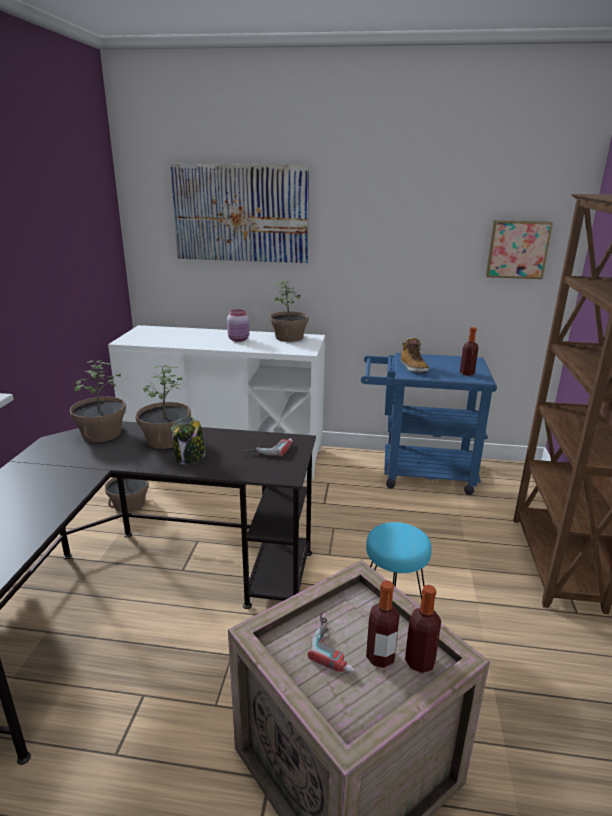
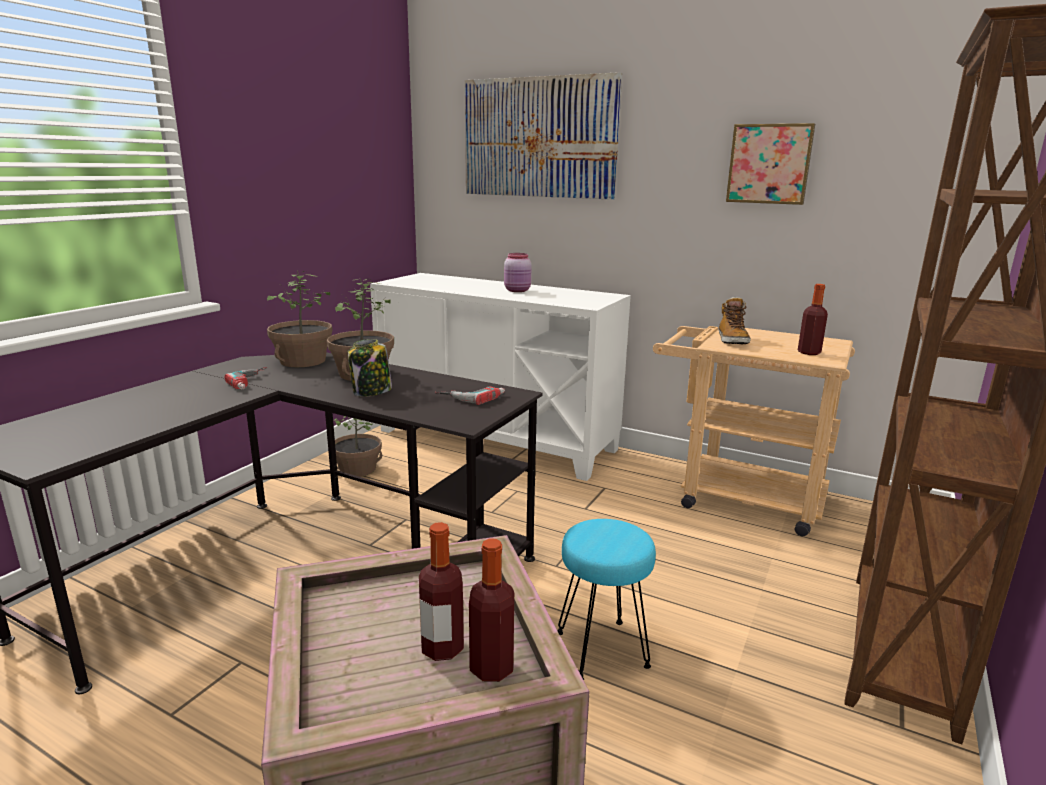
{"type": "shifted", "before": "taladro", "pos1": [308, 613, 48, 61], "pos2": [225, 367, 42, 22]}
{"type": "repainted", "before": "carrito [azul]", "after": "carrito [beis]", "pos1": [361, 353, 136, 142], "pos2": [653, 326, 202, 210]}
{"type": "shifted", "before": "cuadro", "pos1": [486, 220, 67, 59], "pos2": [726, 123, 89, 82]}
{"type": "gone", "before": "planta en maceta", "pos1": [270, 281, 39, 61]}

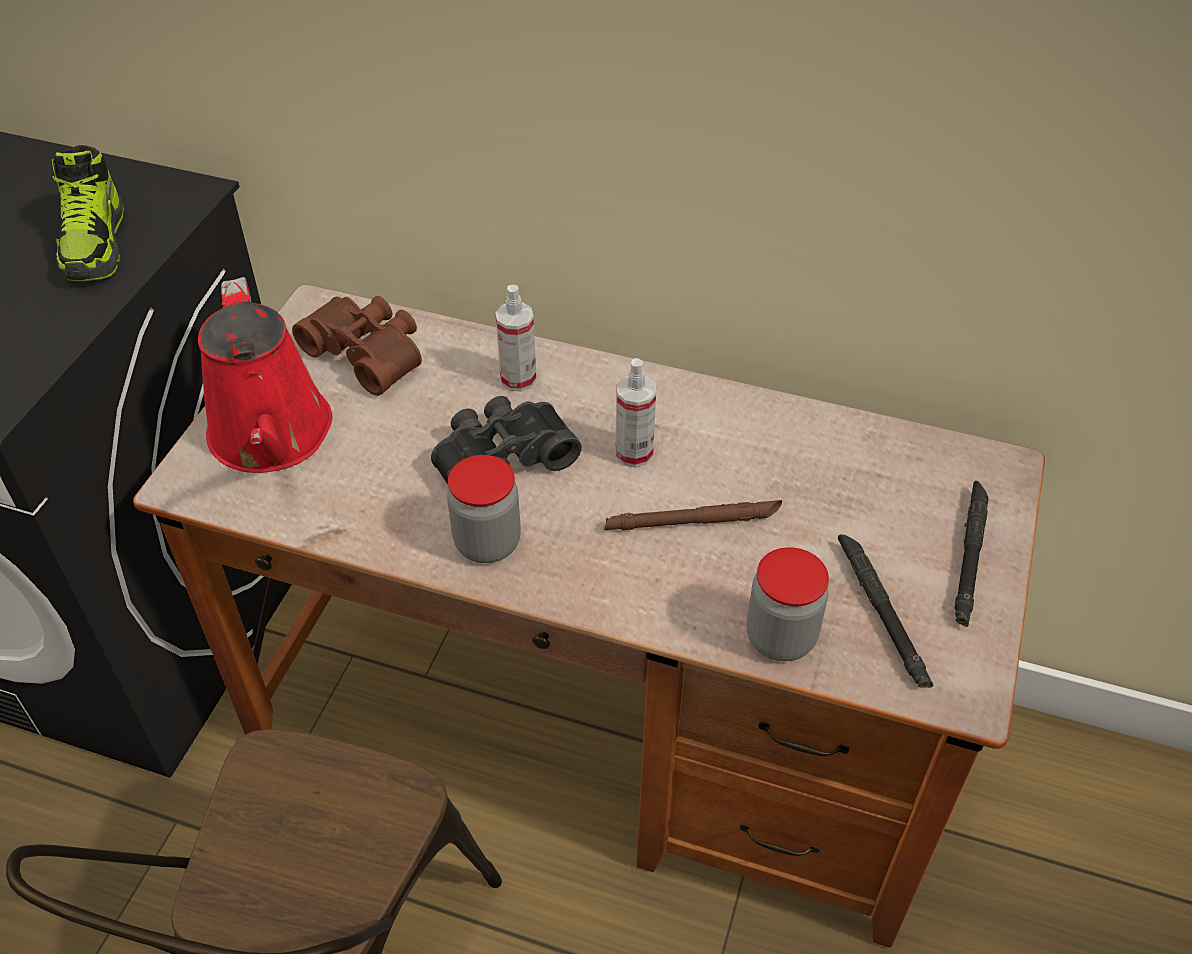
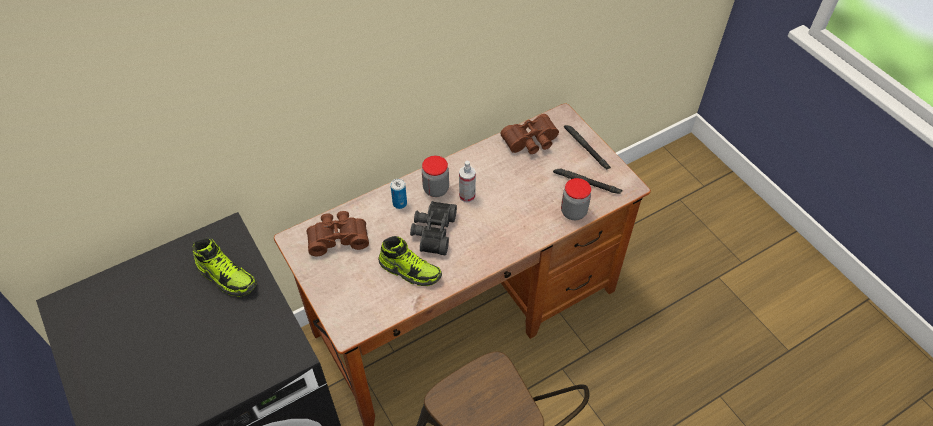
{"type": "new", "after": "zapato", "pos2": [378, 236, 64, 50]}
{"type": "swapped", "before": "pulverizador", "after": "lata", "pos1": [495, 285, 42, 107], "pos2": [390, 179, 17, 30]}
{"type": "shifted", "before": "tarro", "pos1": [447, 455, 74, 108], "pos2": [422, 156, 27, 41]}
{"type": "new", "after": "prismáticos [marrón]", "pos2": [501, 114, 58, 40]}
{"type": "gone", "before": "regadera [rojo]", "pos1": [198, 277, 134, 196]}
{"type": "gone", "before": "linterna [marrón]", "pos1": [604, 500, 178, 30]}

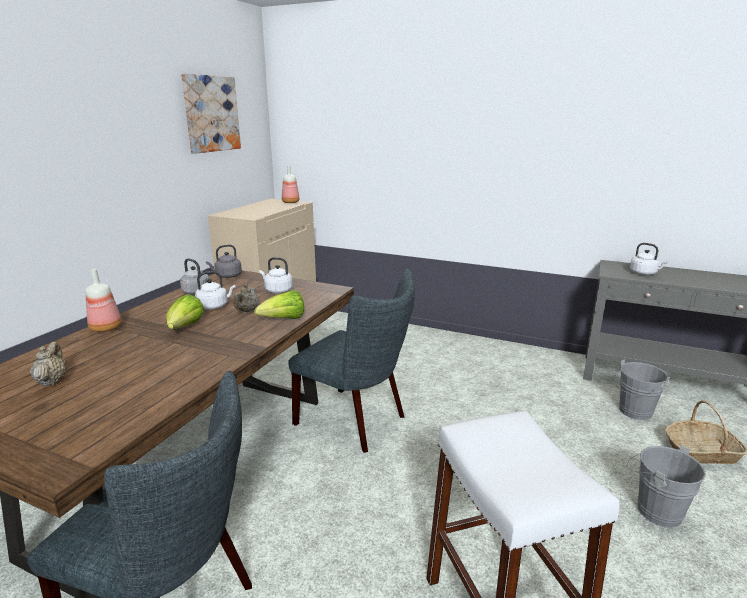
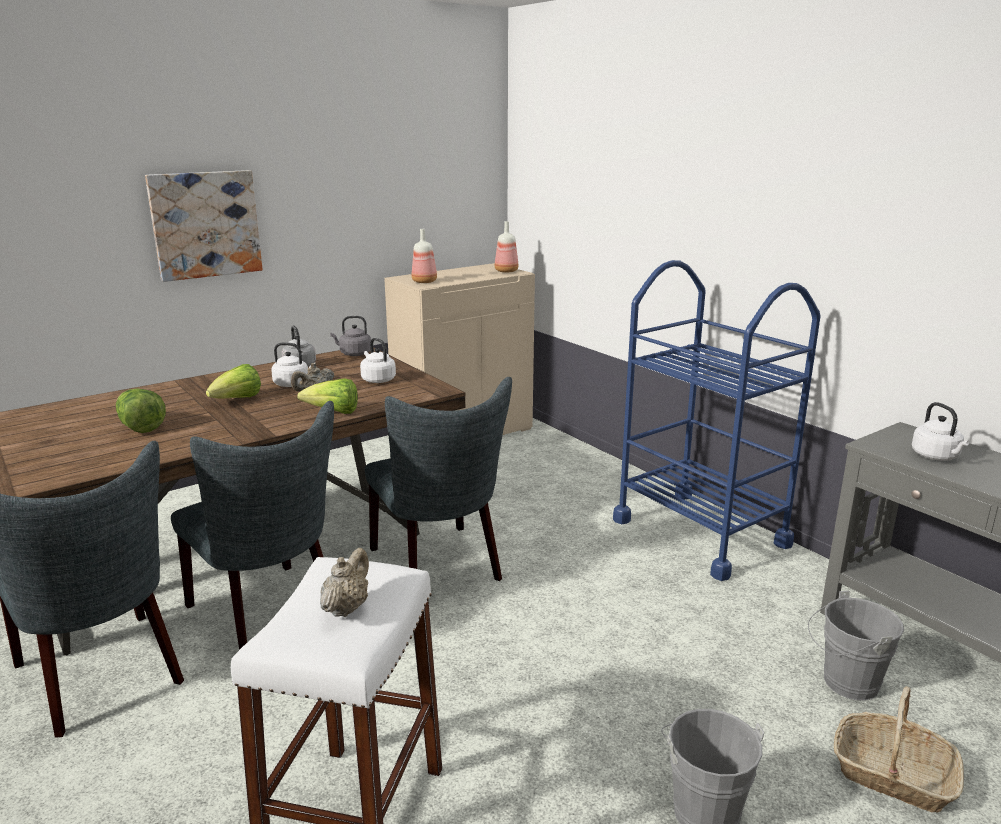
{"type": "new", "after": "lechuga", "pos2": [116, 389, 50, 44]}
{"type": "shifted", "before": "cuadro", "pos1": [181, 73, 60, 81], "pos2": [145, 170, 118, 112]}
{"type": "new", "after": "silla [gris]", "pos2": [171, 401, 163, 249]}
{"type": "shifted", "before": "tetera [beis]", "pos1": [30, 342, 37, 44], "pos2": [320, 548, 49, 69]}
{"type": "shifted", "before": "botella", "pos1": [85, 269, 37, 63], "pos2": [412, 229, 25, 54]}
{"type": "new", "after": "carrito [azul]", "pos2": [613, 260, 208, 321]}

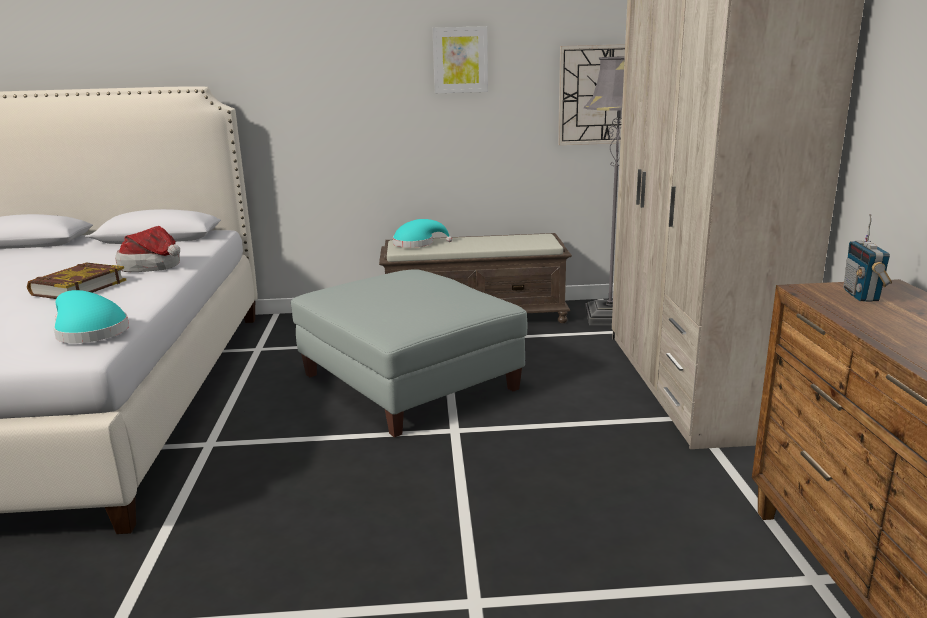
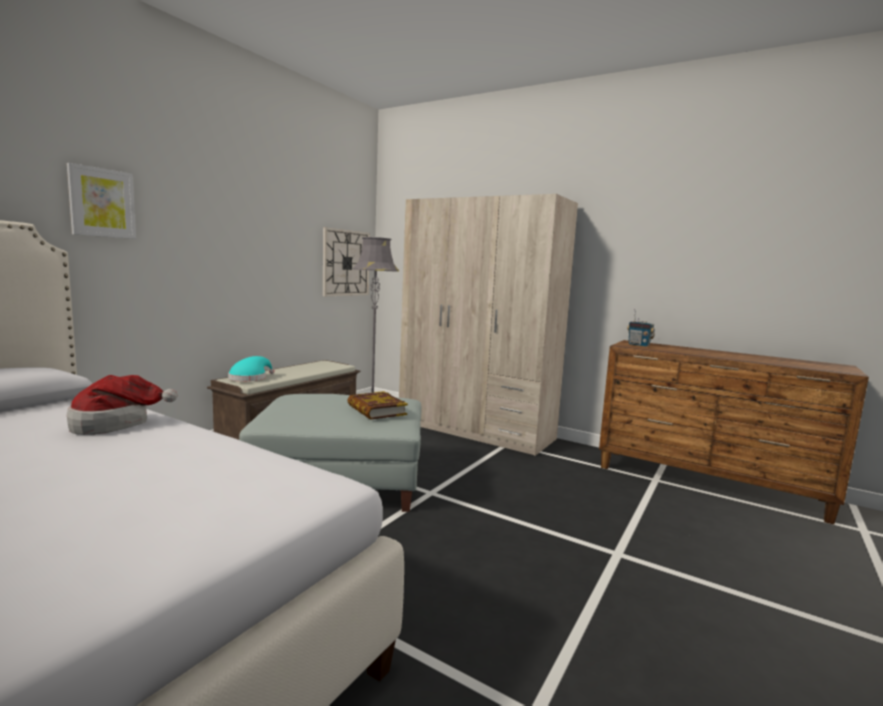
{"type": "shifted", "before": "cuadro", "pos1": [432, 26, 56, 67], "pos2": [67, 163, 69, 76]}
{"type": "shifted", "before": "libro", "pos1": [27, 262, 99, 37], "pos2": [347, 391, 61, 29]}
{"type": "gone", "before": "sombrero [turquesa]", "pos1": [53, 290, 76, 53]}

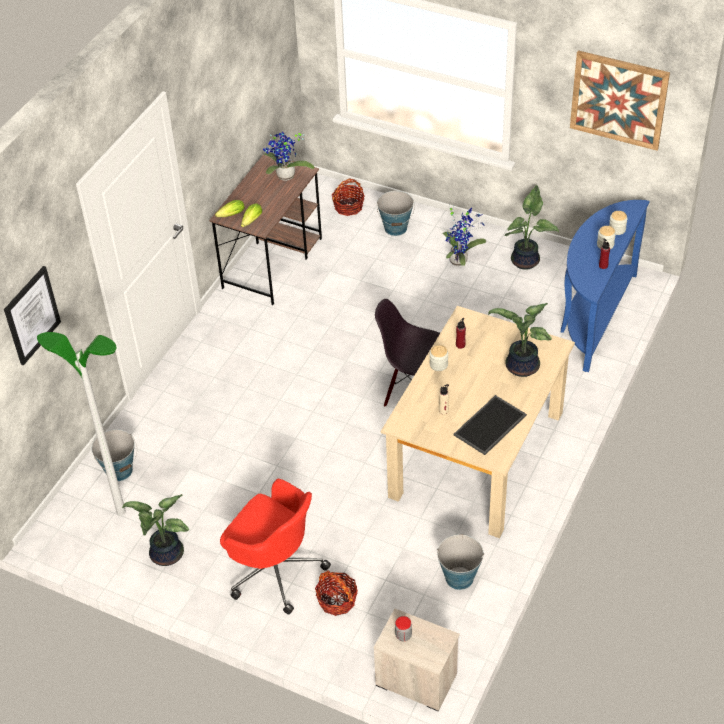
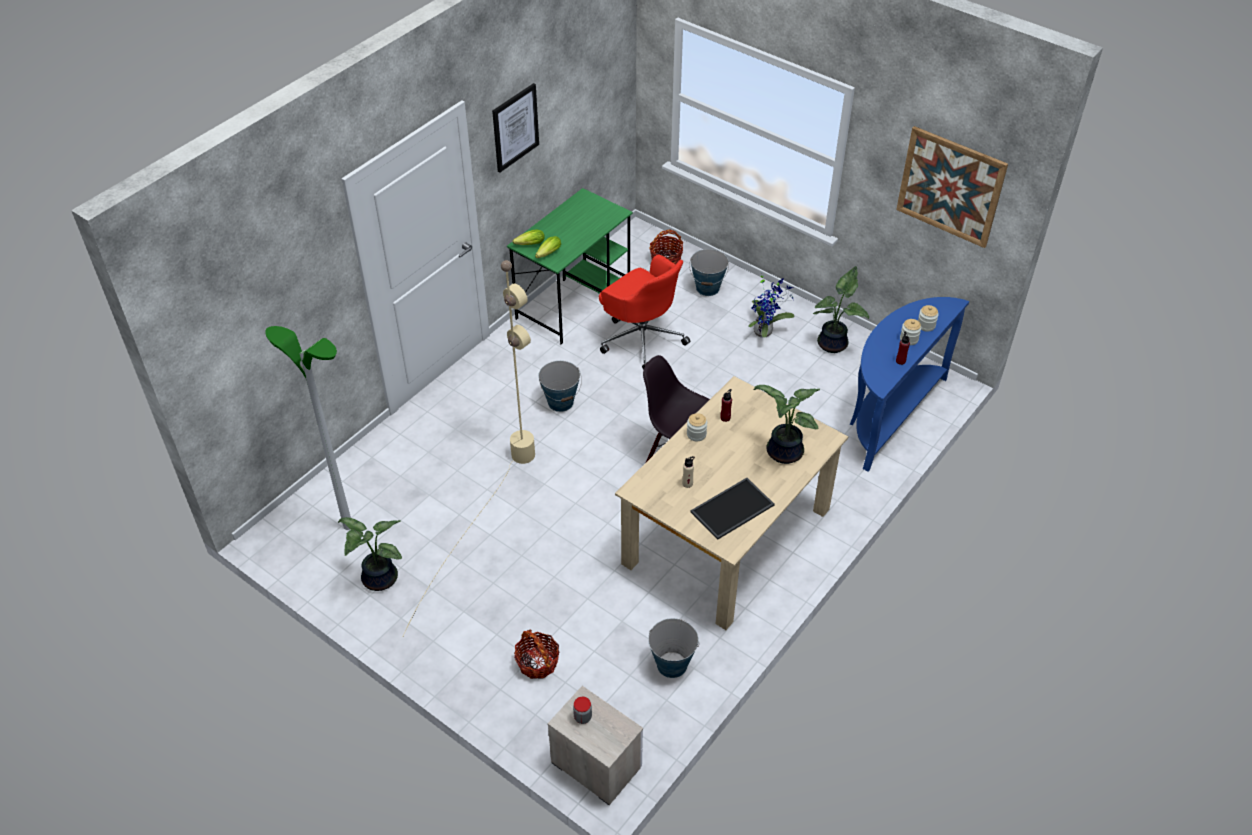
{"type": "new", "after": "lámpara de pie [beis]", "pos2": [403, 260, 132, 376]}
{"type": "shifted", "before": "cuadro", "pos1": [4, 266, 57, 100], "pos2": [492, 83, 47, 90]}
{"type": "repainted", "before": "escritorio [marrón]", "after": "escritorio [verde]", "pos1": [209, 153, 113, 152], "pos2": [507, 188, 126, 156]}
{"type": "shifted", "before": "cubo", "pos1": [92, 429, 45, 52], "pos2": [538, 361, 44, 51]}
{"type": "shifted", "before": "silla de oficina [rojo]", "pos1": [220, 479, 111, 135], "pos2": [599, 255, 91, 115]}
{"type": "gone", "before": "planta en maceta", "pos1": [263, 132, 51, 49]}

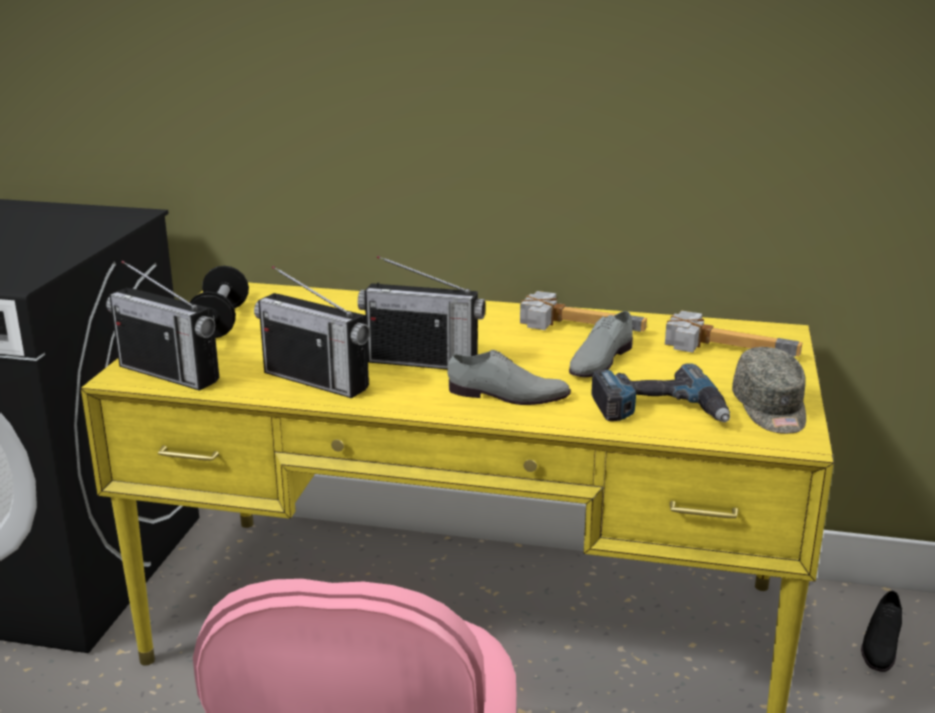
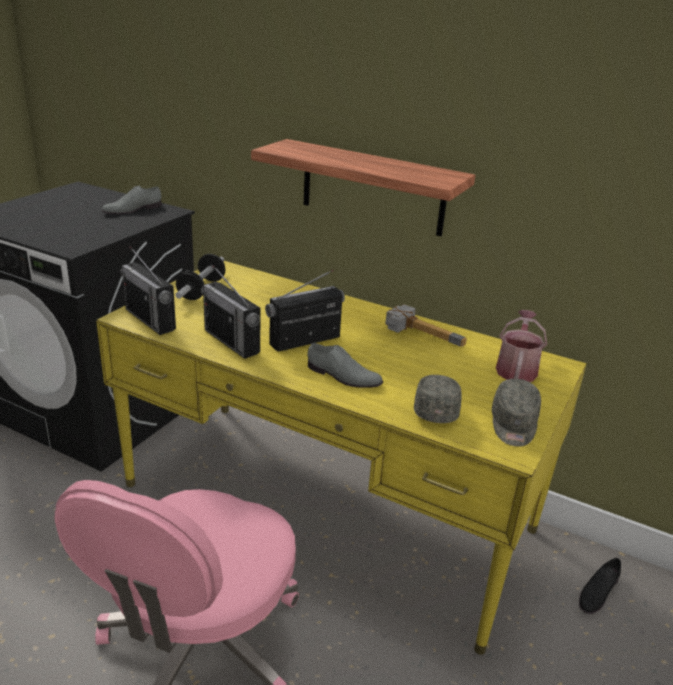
{"type": "shifted", "before": "zapato [gris]", "pos1": [569, 311, 64, 66], "pos2": [102, 185, 60, 29]}
{"type": "new", "after": "estante", "pos2": [251, 139, 224, 97]}
{"type": "rotated", "before": "radio", "pos1": [358, 256, 128, 113], "pos2": [265, 270, 80, 81], "turn": 120}
{"type": "swapped", "before": "taladro", "after": "gorra [gris]", "pos1": [591, 363, 139, 59], "pos2": [414, 375, 48, 48]}
{"type": "swapped", "before": "martillo", "after": "regadera", "pos1": [665, 310, 137, 47], "pos2": [496, 310, 51, 72]}

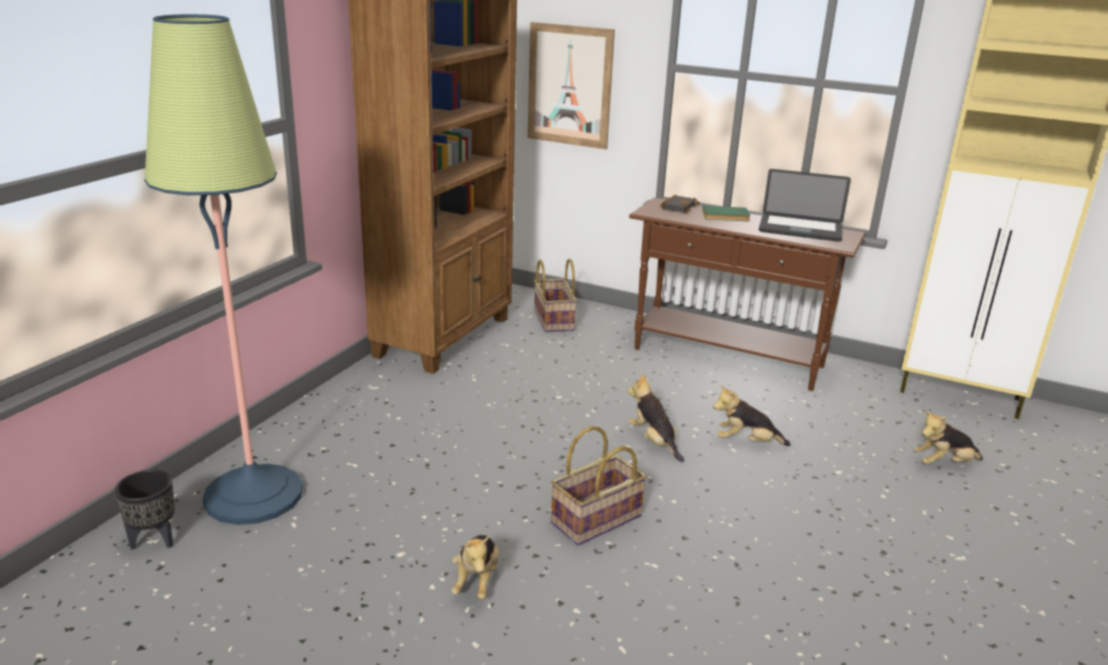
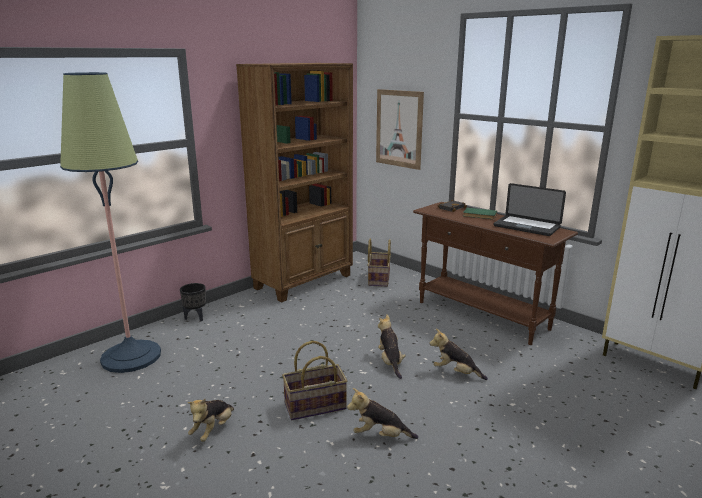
{"type": "shifted", "before": "maceta [negro]", "pos1": [115, 470, 60, 80], "pos2": [180, 283, 26, 38]}
{"type": "shifted", "before": "peluche", "pos1": [914, 411, 69, 53], "pos2": [347, 388, 71, 51]}

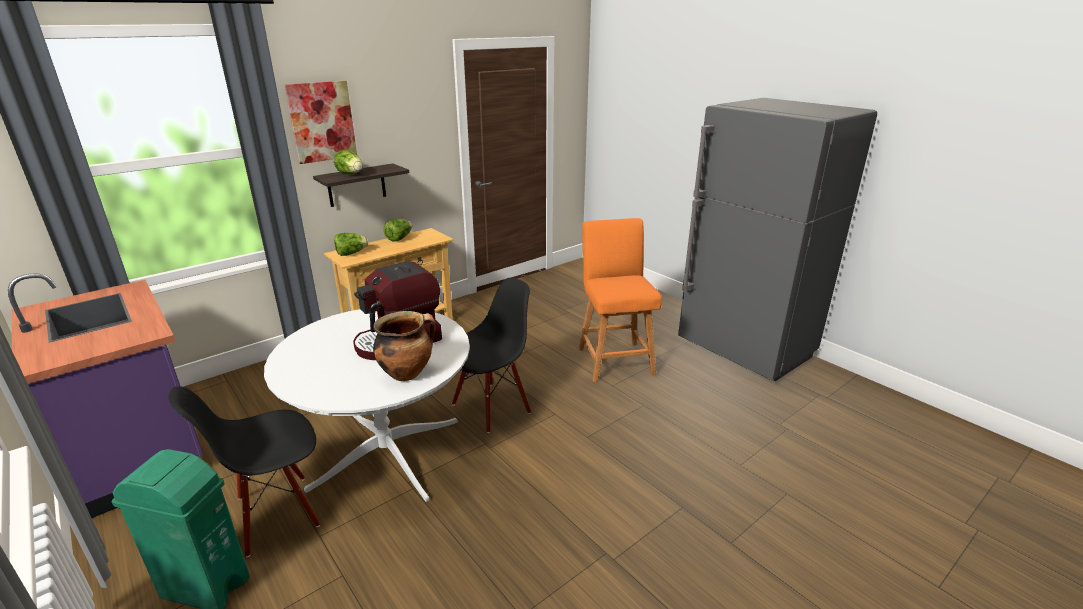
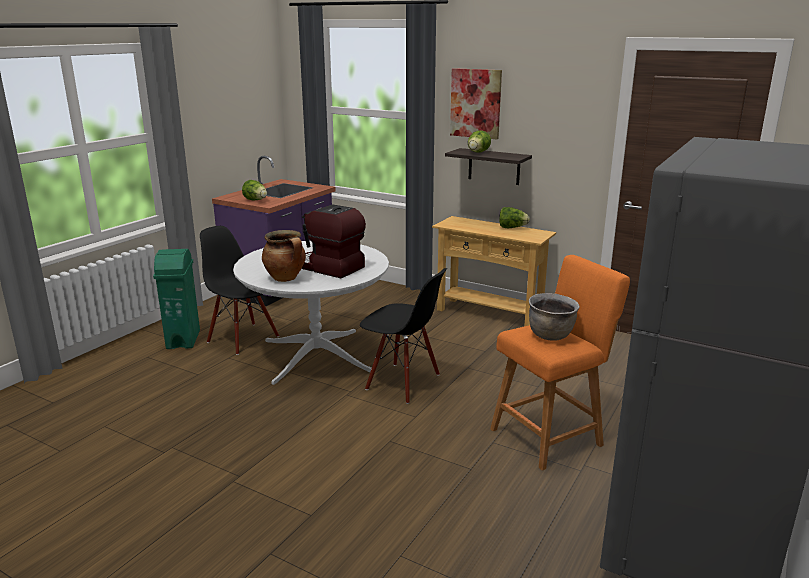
{"type": "shifted", "before": "lechuga", "pos1": [334, 233, 34, 23], "pos2": [242, 180, 25, 20]}
{"type": "new", "after": "olla [marrón]", "pos2": [529, 293, 51, 48]}

